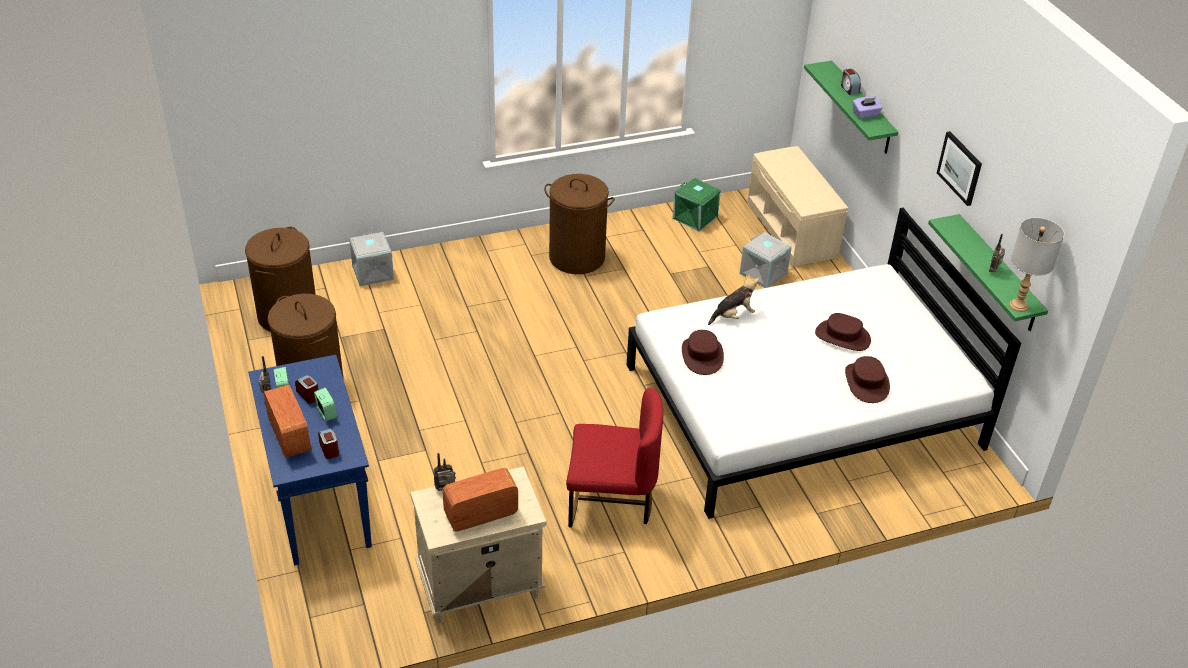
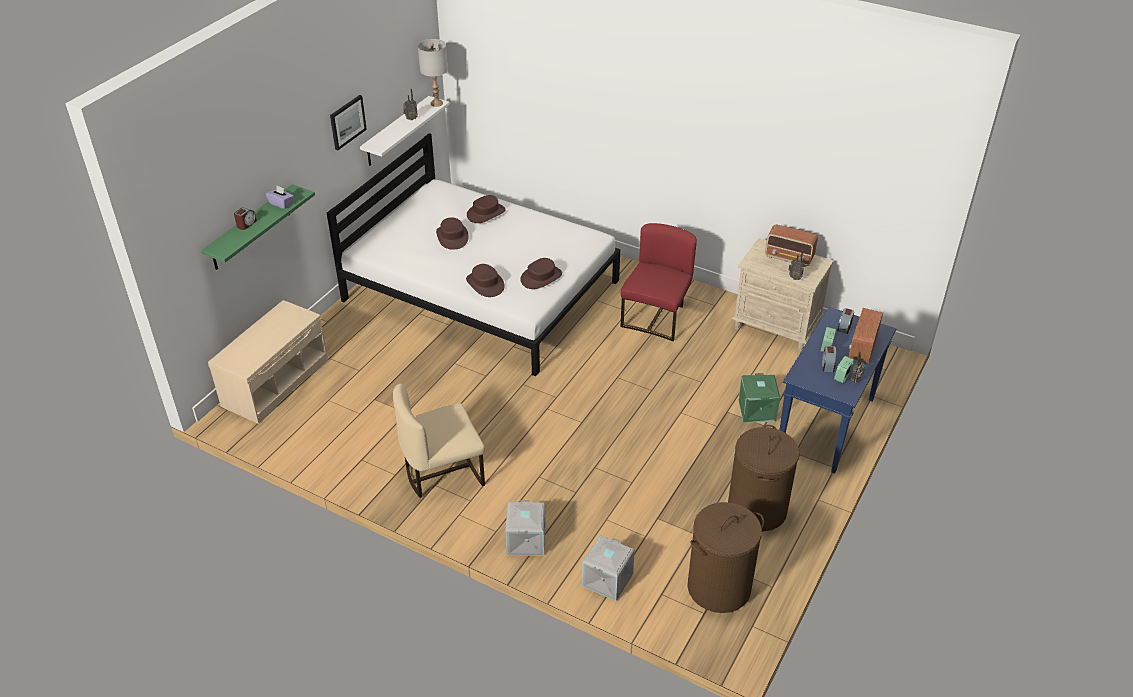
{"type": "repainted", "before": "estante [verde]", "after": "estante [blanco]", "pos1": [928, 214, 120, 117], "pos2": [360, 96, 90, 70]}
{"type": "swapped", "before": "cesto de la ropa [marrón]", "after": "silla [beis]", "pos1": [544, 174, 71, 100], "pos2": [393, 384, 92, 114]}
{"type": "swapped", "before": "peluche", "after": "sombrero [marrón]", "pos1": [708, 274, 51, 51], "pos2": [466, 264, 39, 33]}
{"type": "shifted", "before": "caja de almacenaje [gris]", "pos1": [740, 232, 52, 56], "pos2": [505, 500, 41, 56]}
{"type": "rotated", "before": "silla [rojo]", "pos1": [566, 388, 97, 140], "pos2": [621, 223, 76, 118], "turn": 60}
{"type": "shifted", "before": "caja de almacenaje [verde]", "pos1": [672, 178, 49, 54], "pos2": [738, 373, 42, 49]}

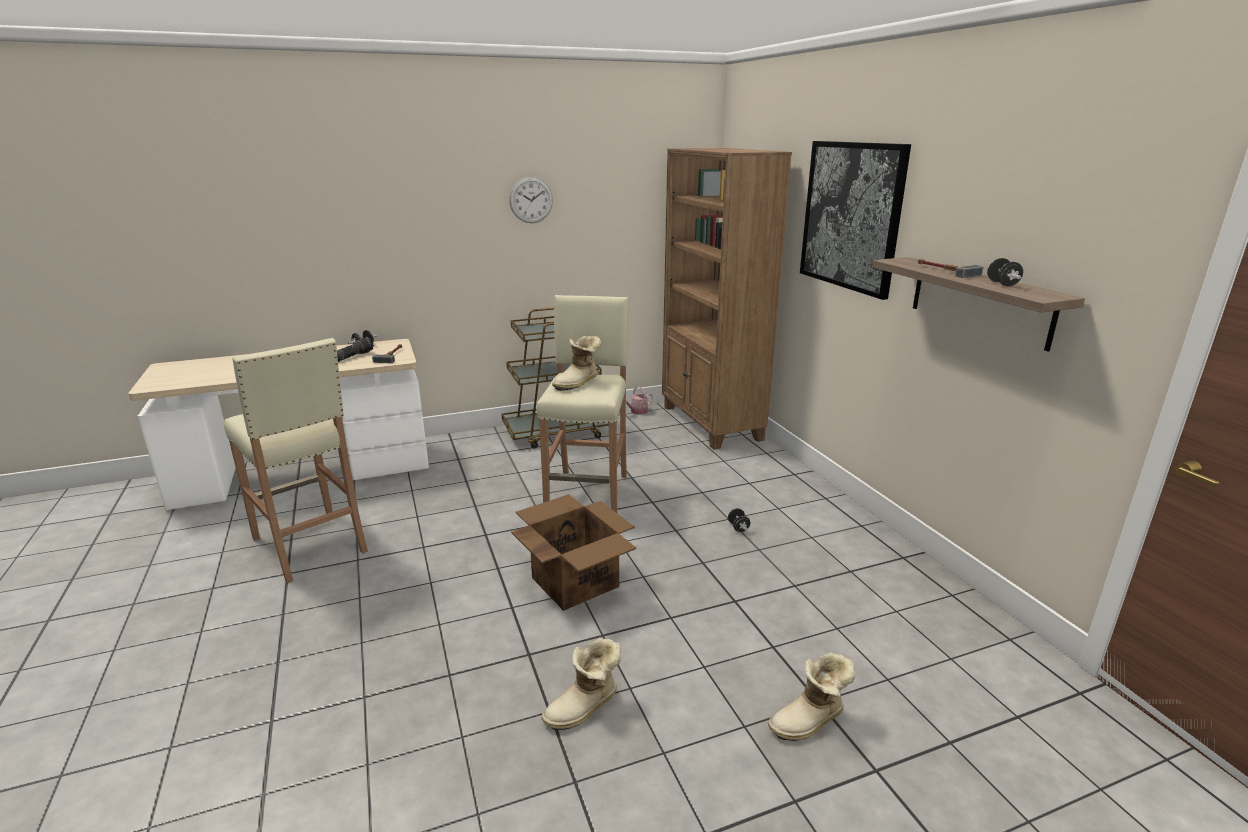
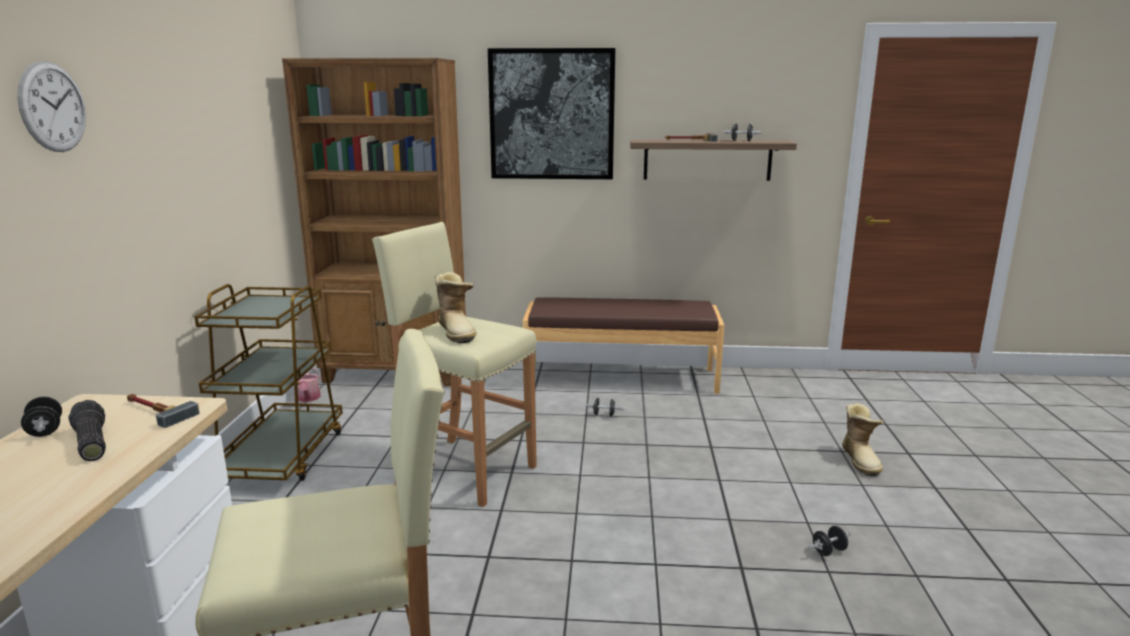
{"type": "shifted", "before": "reloj de pared", "pos1": [509, 177, 44, 46], "pos2": [17, 61, 69, 91]}
{"type": "new", "after": "banco [marrón]", "pos2": [523, 297, 201, 97]}
{"type": "swapped", "before": "bota", "after": "mancuerna [negro]", "pos1": [541, 638, 80, 92], "pos2": [808, 526, 43, 30]}
{"type": "gone", "before": "caja de cartón", "pos1": [511, 494, 125, 117]}

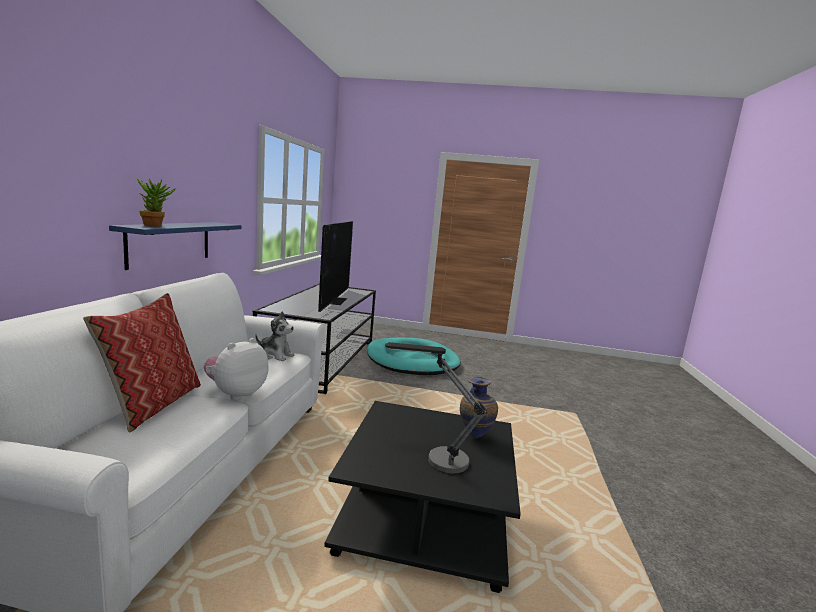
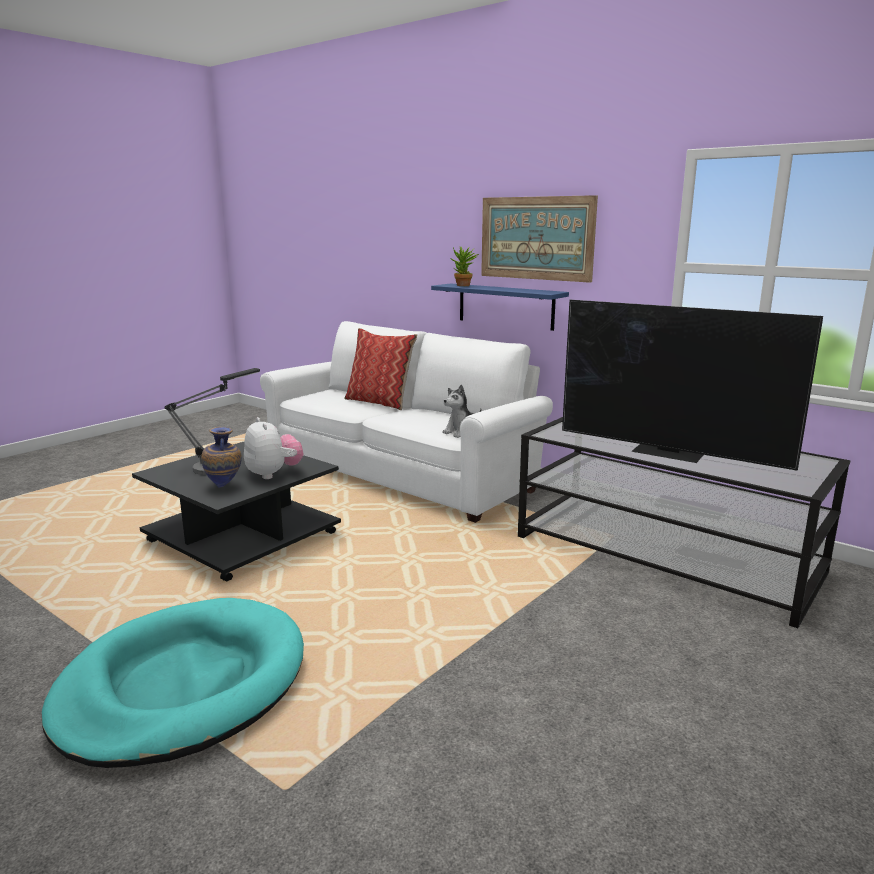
{"type": "shifted", "before": "cama para perro [turquesa]", "pos1": [367, 338, 94, 37], "pos2": [42, 598, 262, 170]}
{"type": "shifted", "before": "peluche", "pos1": [204, 338, 64, 62], "pos2": [244, 417, 60, 62]}
{"type": "new", "after": "cuadro", "pos2": [481, 195, 117, 88]}

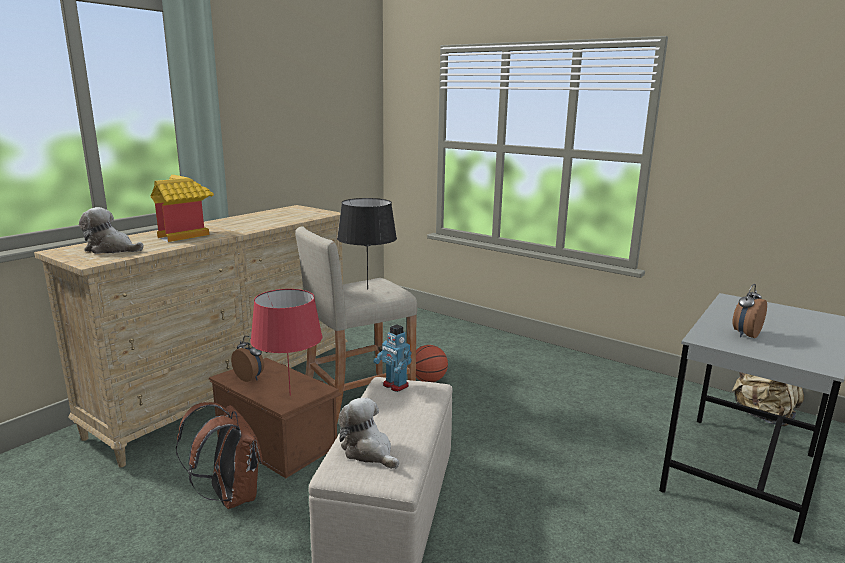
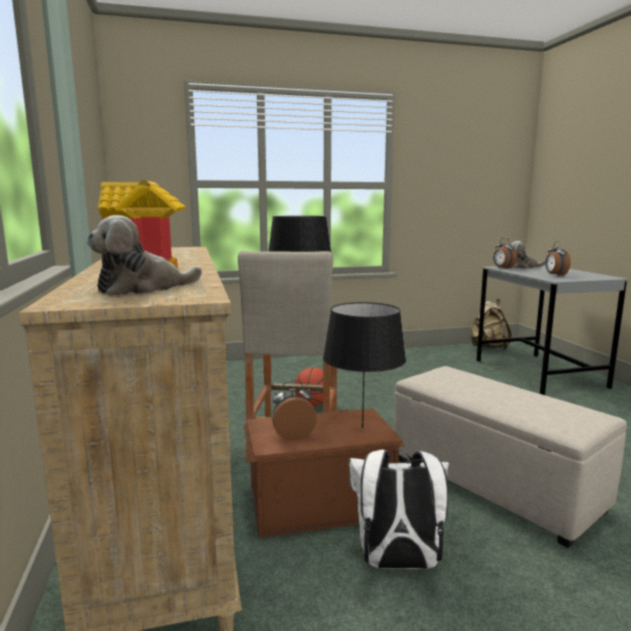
{"type": "repainted", "before": "lámpara de mesa [rojo]", "after": "lámpara de mesa [negro]", "pos1": [250, 289, 73, 107], "pos2": [323, 302, 83, 126]}
{"type": "repainted", "before": "mochila [marrón]", "after": "mochila [blanco]", "pos1": [176, 402, 86, 107], "pos2": [349, 450, 100, 119]}
{"type": "new", "after": "despertador", "pos2": [493, 238, 24, 30]}
{"type": "shifted", "before": "peluche", "pos1": [339, 398, 60, 71], "pos2": [511, 241, 34, 27]}
{"type": "gone", "before": "robot de juguete", "pos1": [373, 324, 39, 68]}

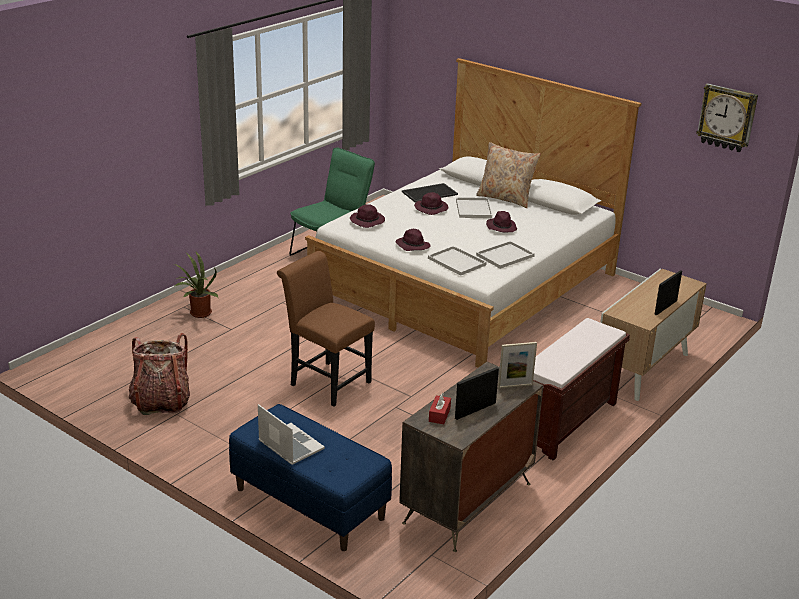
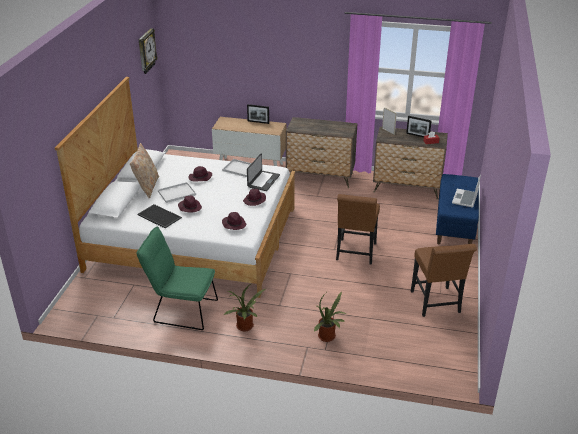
{"type": "new", "after": "planta en maceta", "pos2": [224, 283, 43, 48]}
{"type": "swapped", "before": "bandeja [blanco]", "after": "portátil", "pos1": [428, 246, 59, 30], "pos2": [247, 153, 33, 38]}
{"type": "swapped", "before": "banco [marrón]", "after": "cómoda", "pos1": [533, 318, 97, 143], "pos2": [286, 117, 71, 71]}
{"type": "swapped", "before": "mochila", "after": "silla [marrón]", "pos1": [129, 333, 61, 82], "pos2": [411, 244, 66, 73]}

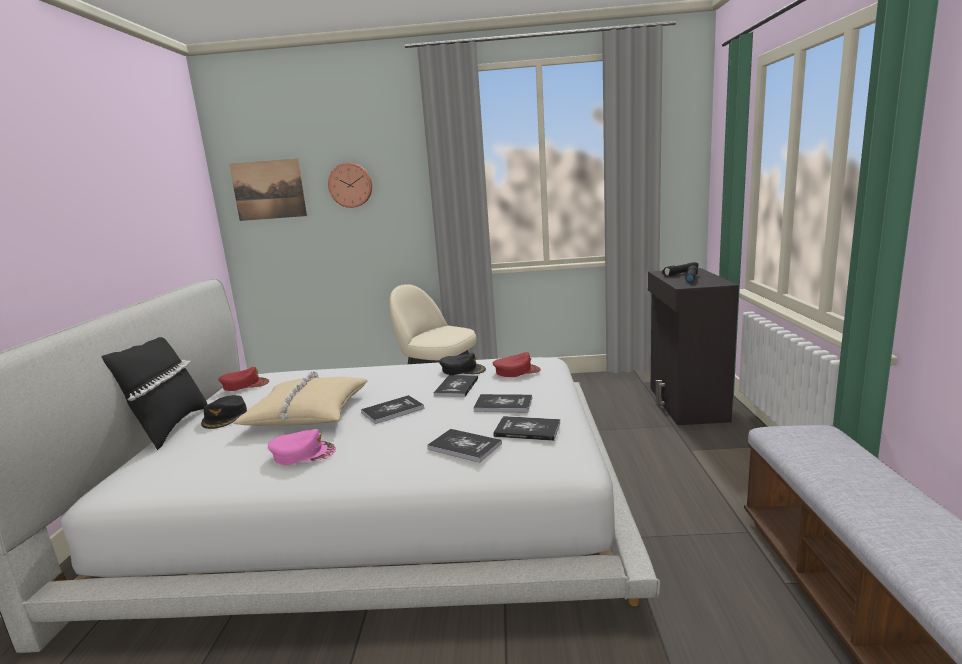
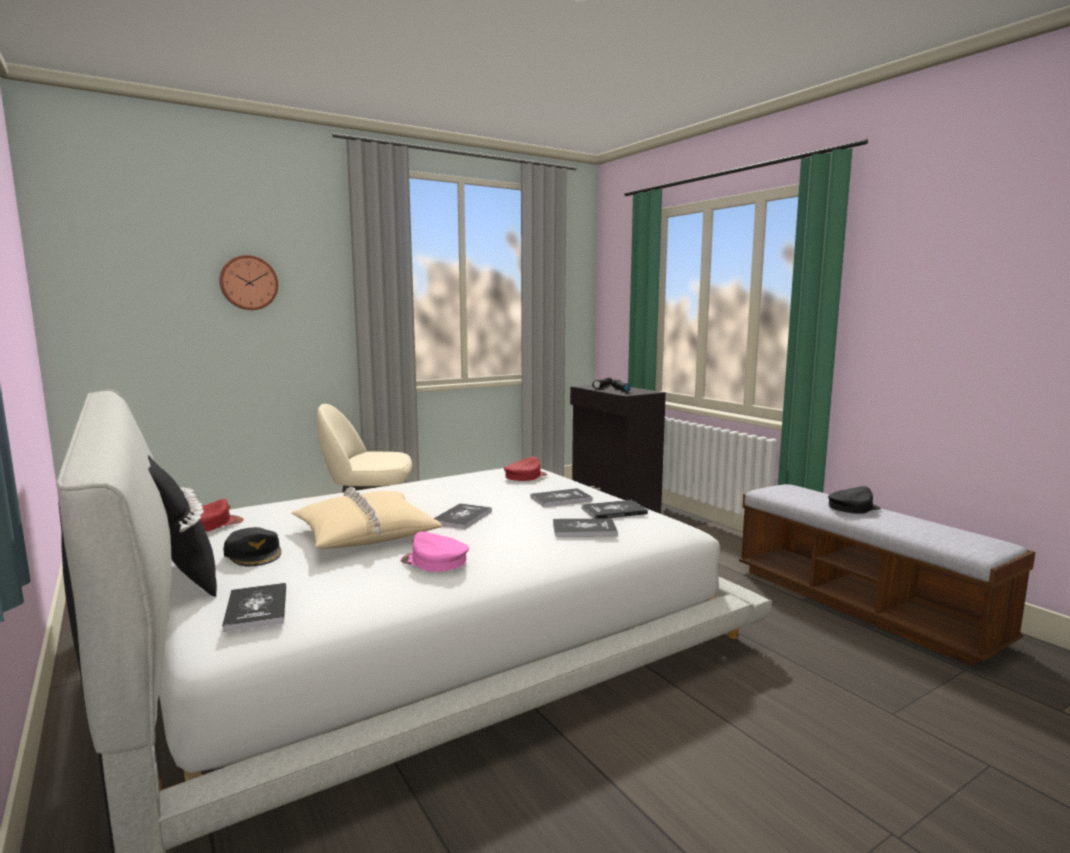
{"type": "shifted", "before": "libro", "pos1": [434, 375, 44, 22], "pos2": [222, 583, 64, 49]}
{"type": "rotated", "before": "gorra [rosa]", "pos1": [268, 429, 68, 36], "pos2": [400, 531, 69, 41], "turn": -120}
{"type": "shifted", "before": "gorra [negro]", "pos1": [439, 353, 47, 22], "pos2": [828, 486, 53, 28]}
{"type": "gone", "before": "cuadro", "pos1": [229, 158, 78, 63]}

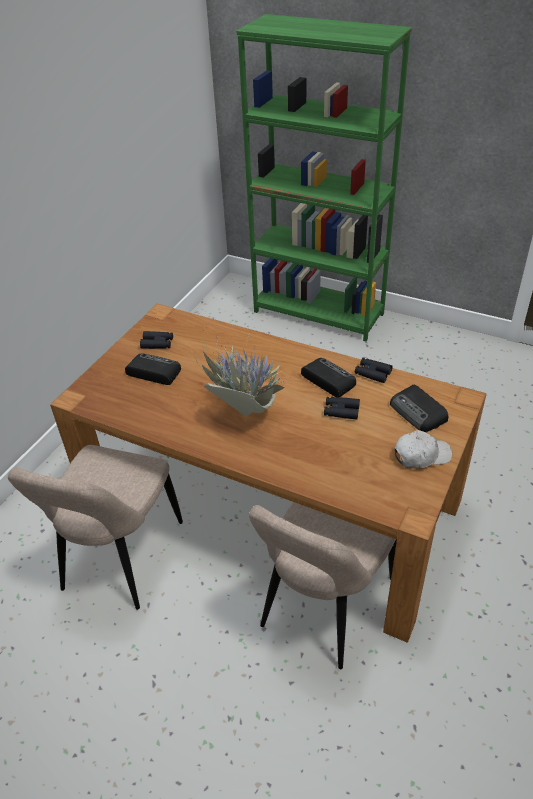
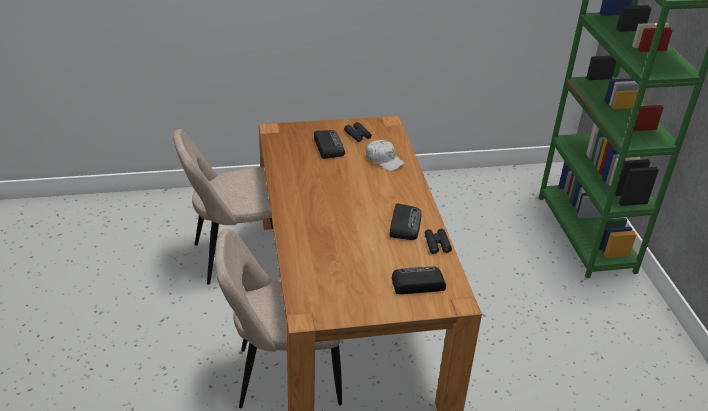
{"type": "shifted", "before": "gorra [blanco]", "pos1": [394, 430, 58, 38], "pos2": [366, 140, 39, 31]}
{"type": "rotated", "before": "radio", "pos1": [390, 385, 58, 47], "pos2": [392, 267, 54, 27], "turn": 60}
{"type": "gone", "before": "planta en maceta", "pos1": [194, 329, 90, 88]}
{"type": "gone", "before": "prismáticos [negro]", "pos1": [324, 397, 36, 23]}

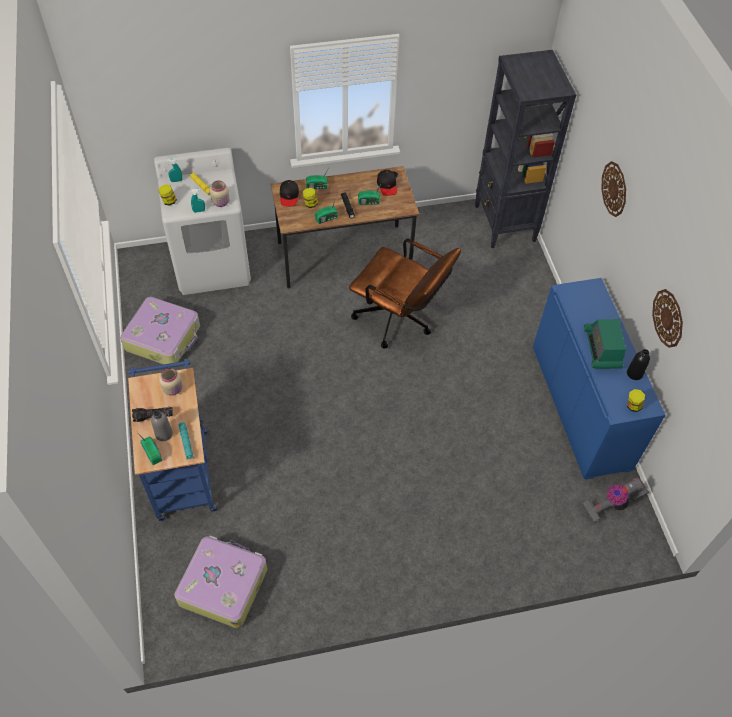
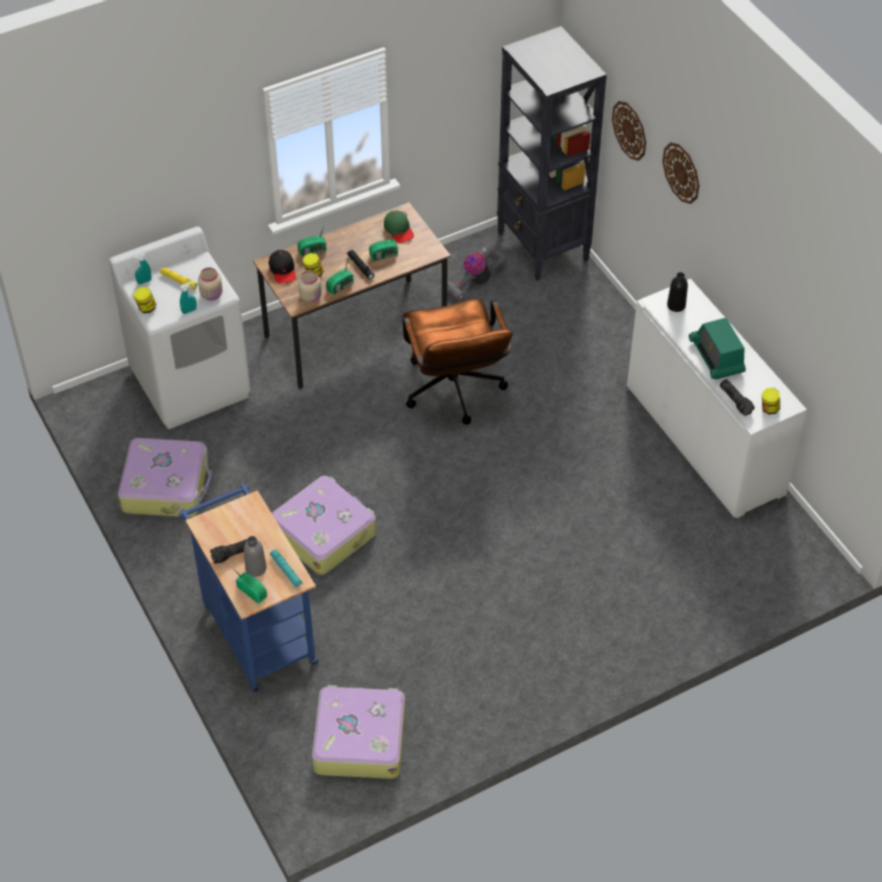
{"type": "new", "after": "maleta", "pos2": [272, 476, 104, 99]}
{"type": "shifted", "before": "tarro [beis]", "pos1": [159, 368, 24, 28], "pos2": [298, 271, 23, 32]}
{"type": "repainted", "before": "gorra [negro]", "after": "gorra [verde]", "pos1": [377, 170, 20, 26], "pos2": [384, 210, 30, 33]}
{"type": "rotated", "before": "silla de oficina [marrón]", "pos1": [349, 238, 112, 111], "pos2": [403, 299, 110, 126], "turn": 60}
{"type": "shifted", "before": "aspiradora", "pos1": [583, 477, 66, 47], "pos2": [447, 241, 61, 60]}
{"type": "shifted", "before": "reloj de pared", "pos1": [652, 289, 31, 59], "pos2": [612, 101, 34, 60]}
{"type": "repainted", "before": "armario [azul]", "after": "armario [blanco]", "pos1": [533, 278, 133, 202], "pos2": [627, 279, 180, 239]}
{"type": "shifted", "before": "botella [negro]", "pos1": [627, 349, 23, 31], "pos2": [667, 272, 21, 40]}
{"type": "new", "after": "linterna", "pos2": [720, 379, 35, 37]}

